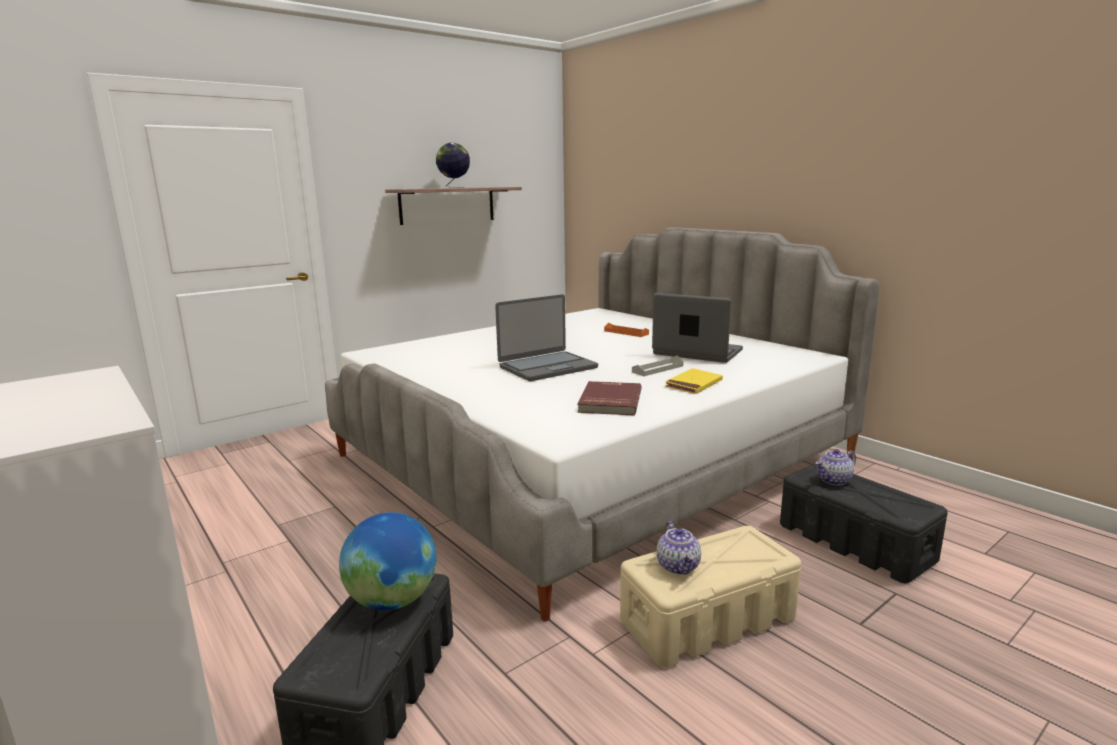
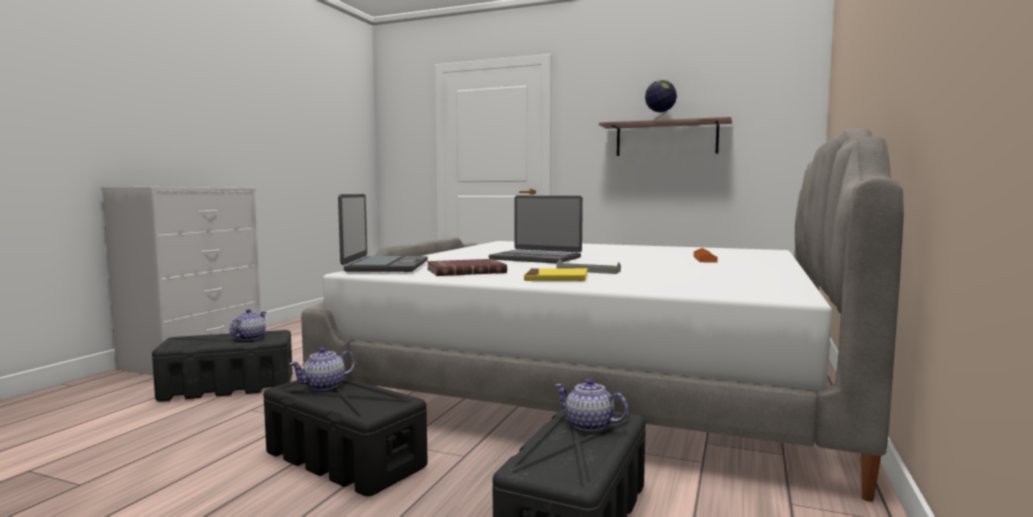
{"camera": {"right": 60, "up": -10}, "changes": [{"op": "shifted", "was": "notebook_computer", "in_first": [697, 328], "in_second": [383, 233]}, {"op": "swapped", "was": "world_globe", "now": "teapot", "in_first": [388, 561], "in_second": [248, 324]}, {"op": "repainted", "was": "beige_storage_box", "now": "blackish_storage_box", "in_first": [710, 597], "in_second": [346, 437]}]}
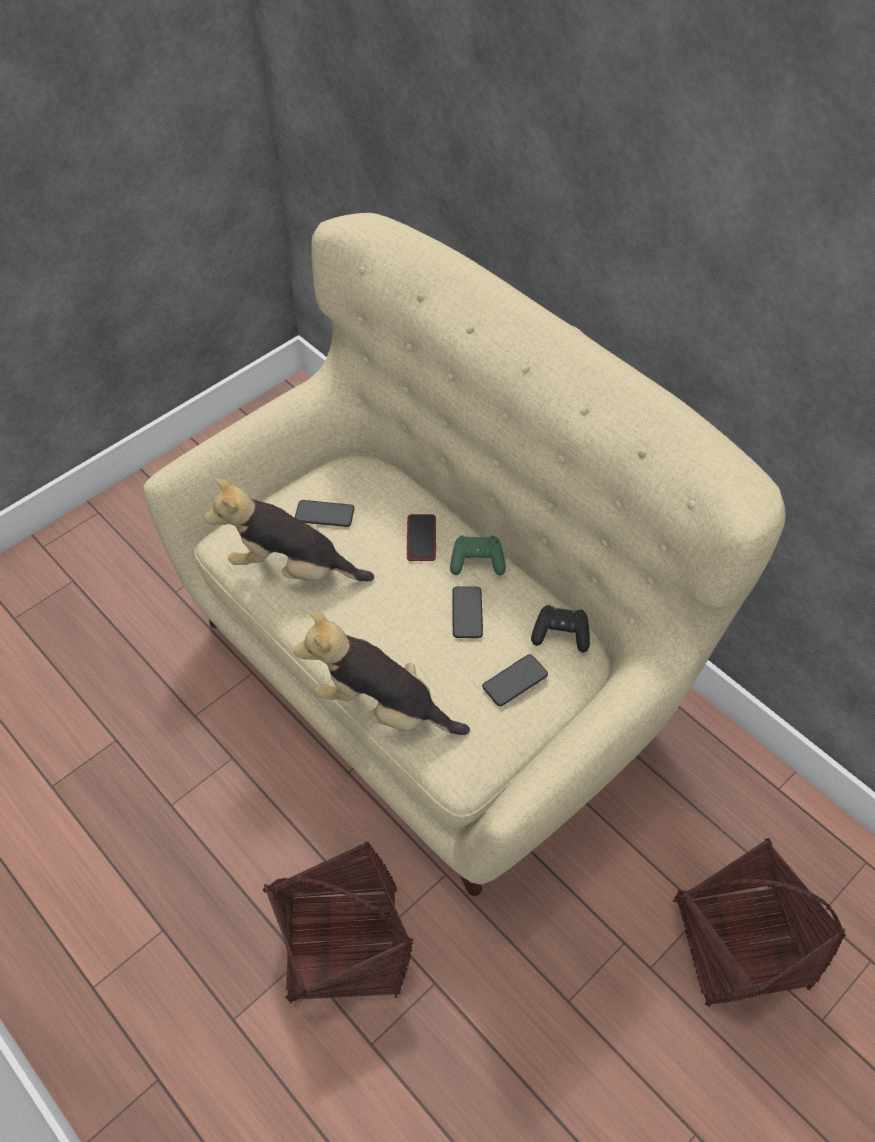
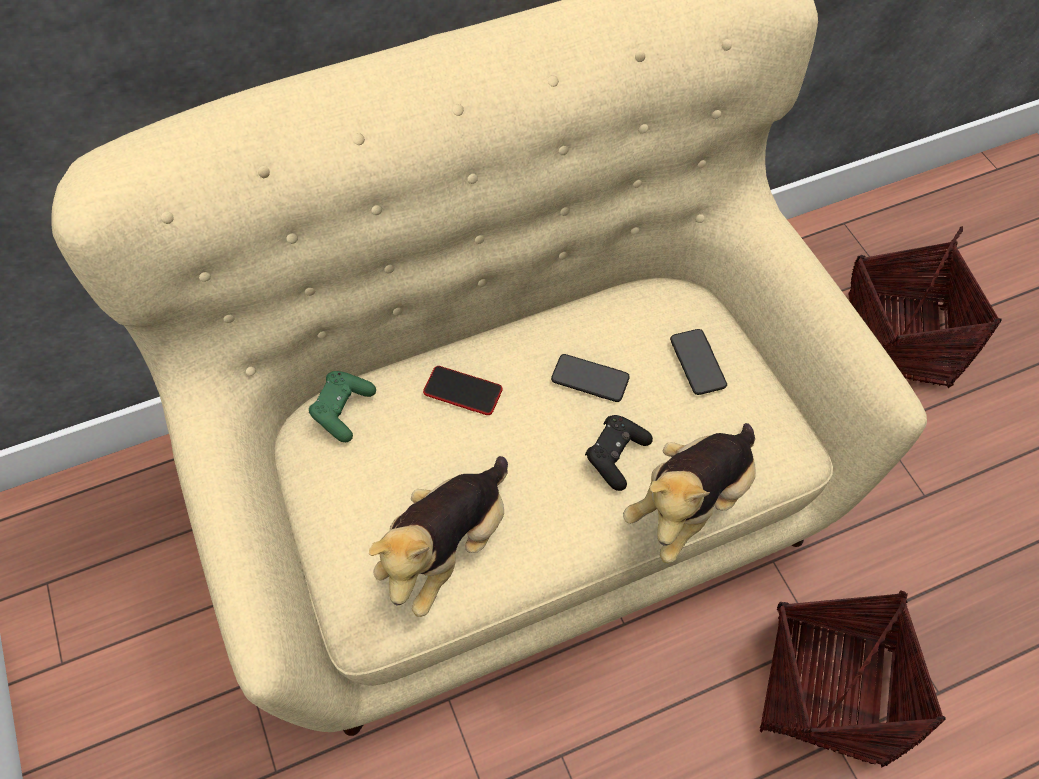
{"camera": {"right": -70, "up": 5}, "changes": [{"op": "gone", "was": "telephone", "in_first": [325, 513]}, {"op": "shifted", "was": "green-coloured_joypad", "in_first": [478, 555], "in_second": [342, 406]}, {"op": "shifted", "was": "blackish_joypad", "in_first": [560, 629], "in_second": [619, 453]}]}
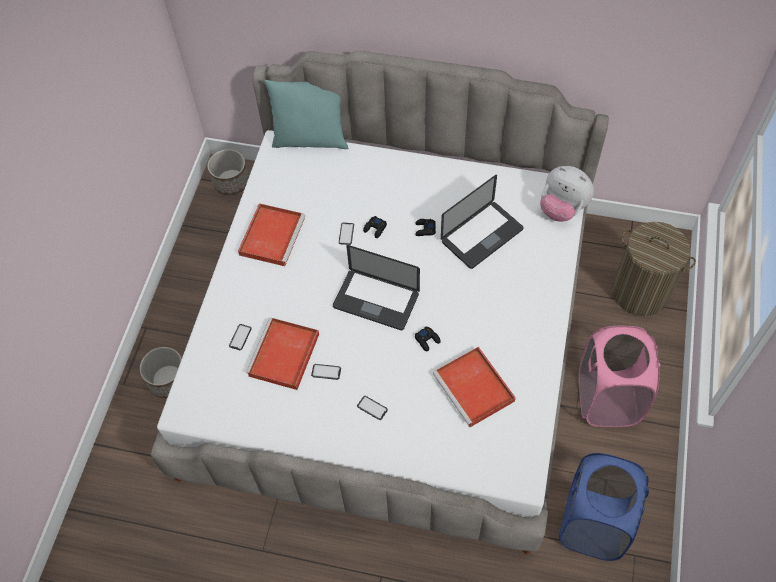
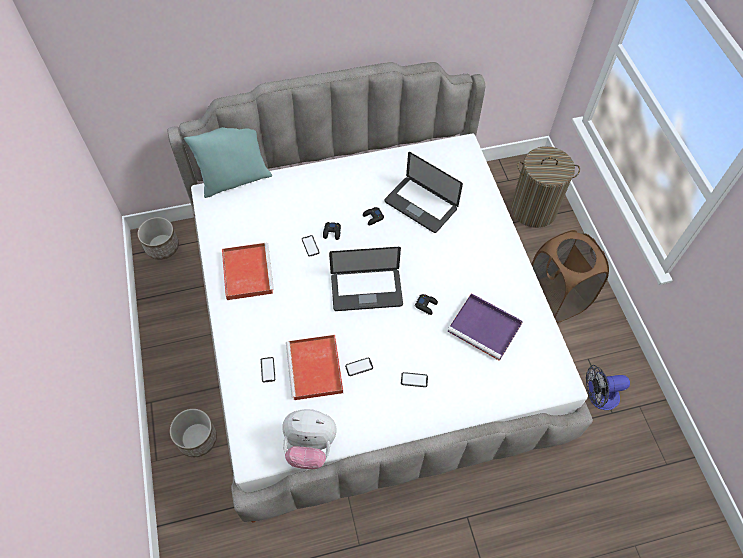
{"camera": {"right": -30, "up": 0}, "changes": [{"op": "shifted", "was": "soft_toy", "in_first": [567, 194], "in_second": [309, 439]}, {"op": "rotated", "was": "notebook_computer", "in_first": [482, 222], "in_second": [423, 192], "clockwise": 105}, {"op": "repainted", "was": "pinkish_washing_basket", "now": "brownish_washing_basket", "in_first": [619, 376], "in_second": [570, 276]}, {"op": "repainted", "was": "reddish_tray", "now": "purple-coloured_tray", "in_first": [474, 387], "in_second": [485, 327]}, {"op": "swapped", "was": "bluish_washing_basket", "now": "cooling_fan", "in_first": [604, 507], "in_second": [608, 387]}]}
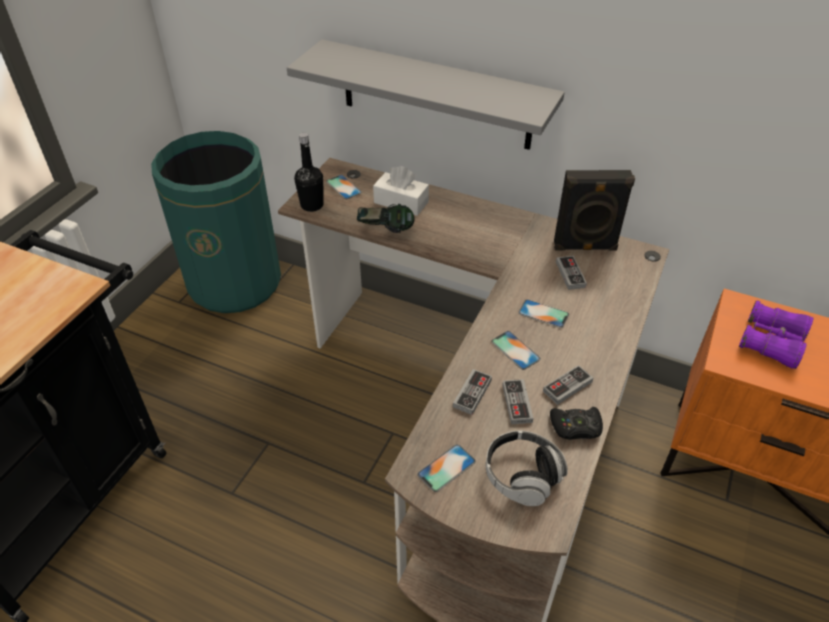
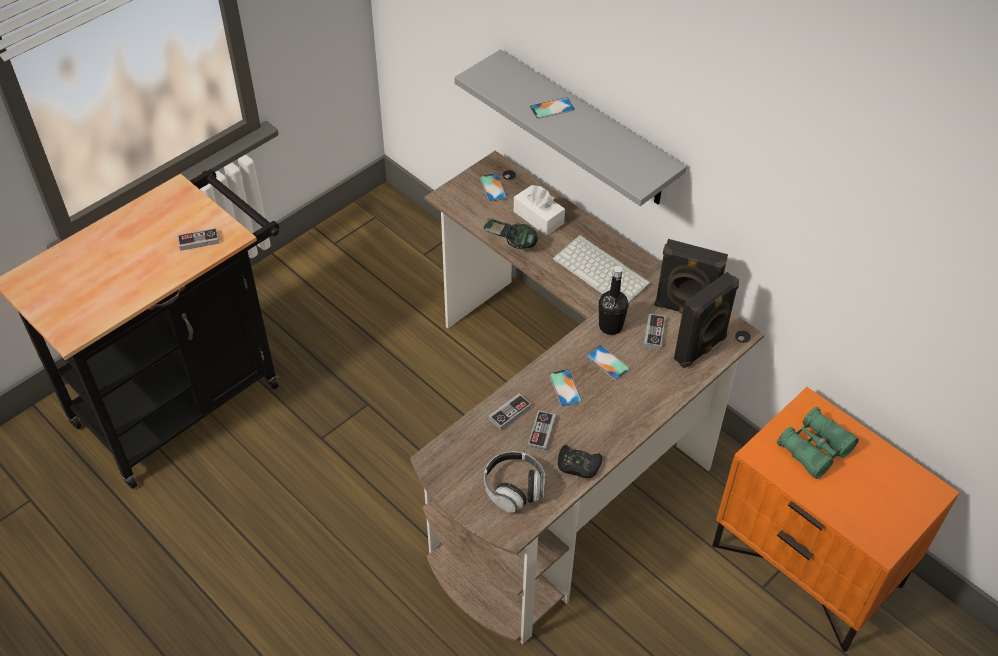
{"camera": {"right": 20, "up": 5}, "changes": [{"op": "gone", "was": "green-coloured_rubbish_bin", "in_first": [216, 222]}, {"op": "shifted", "was": "blackish_beverage_bottle", "in_first": [308, 172], "in_second": [614, 300]}, {"op": "repainted", "was": "purple-coloured_binoculars", "now": "green-coloured_binoculars", "in_first": [776, 334], "in_second": [818, 443]}, {"op": "shifted", "was": "joypad", "in_first": [568, 385], "in_second": [198, 239]}, {"op": "shifted", "was": "telephone", "in_first": [446, 468], "in_second": [552, 108]}, {"op": "new", "now": "PC_keyboard", "in_second": [602, 269]}, {"op": "new", "now": "blackish_loudspeaker", "in_second": [706, 320]}]}
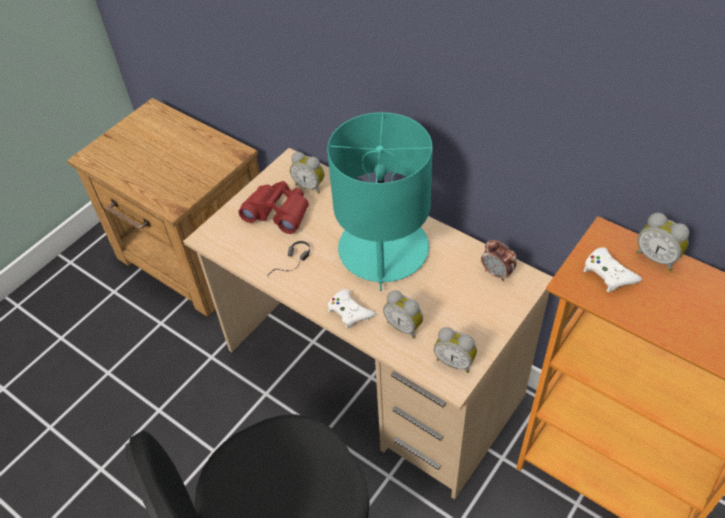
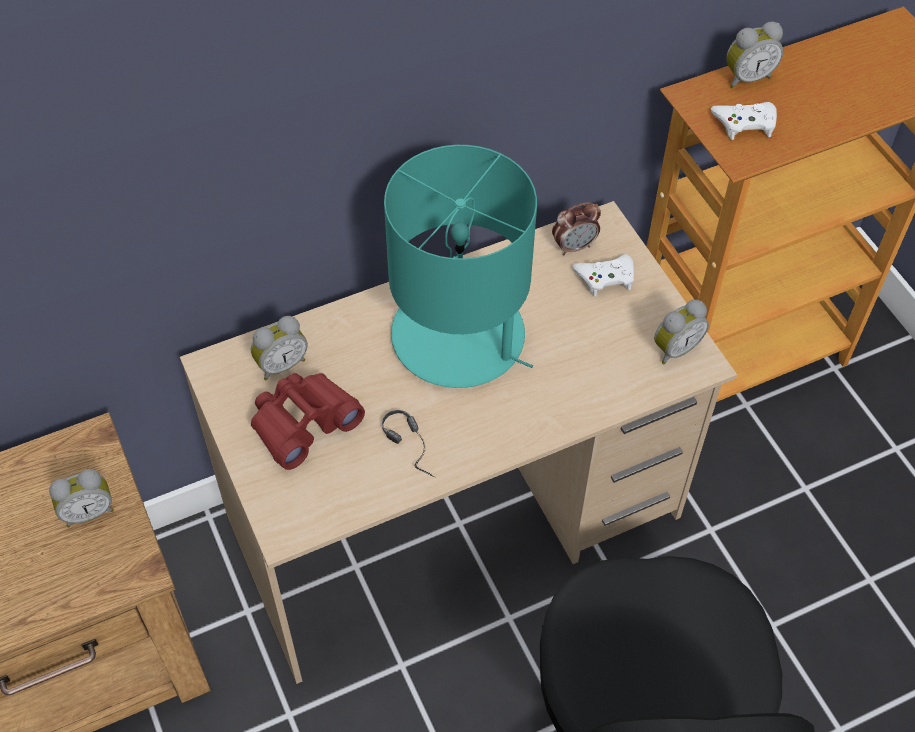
{"camera": {"right": -65, "up": 5}, "changes": [{"op": "shifted", "was": "white_joypad", "in_first": [352, 308], "in_second": [603, 275]}, {"op": "shifted", "was": "bedside_clock", "in_first": [403, 314], "in_second": [81, 498]}]}
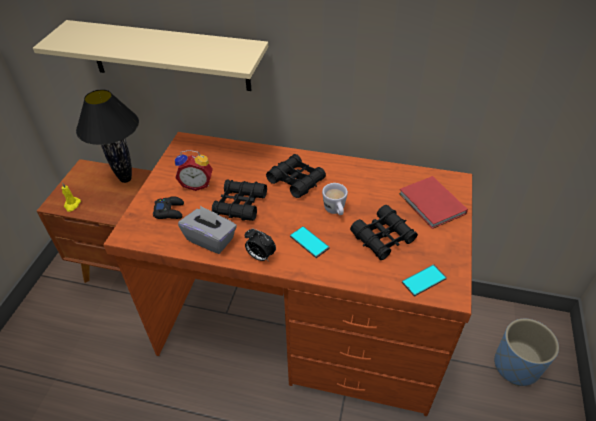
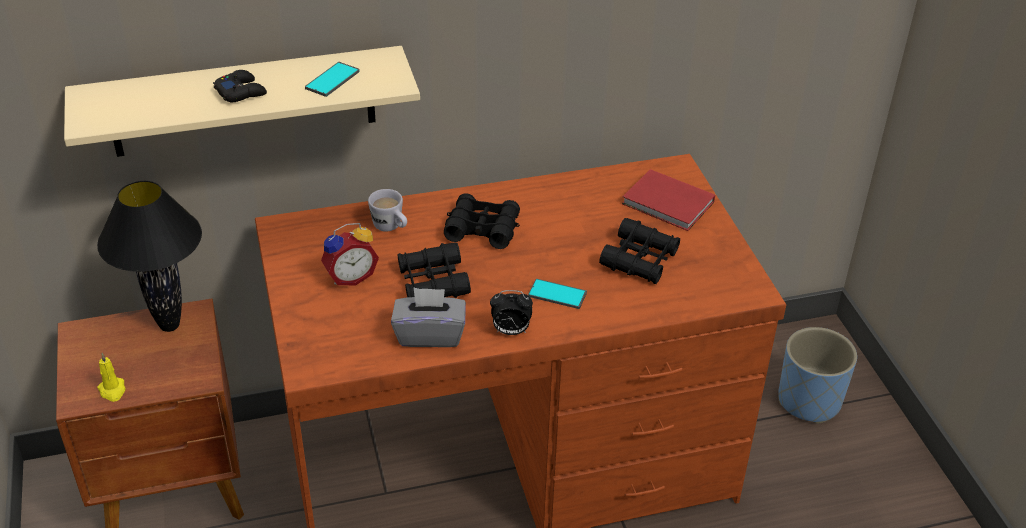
{"camera": {"right": -30, "up": -5}, "changes": [{"op": "shifted", "was": "white_mug", "in_first": [335, 199], "in_second": [387, 210]}, {"op": "shifted", "was": "blackish_joypad", "in_first": [168, 207], "in_second": [240, 86]}, {"op": "shifted", "was": "telephone", "in_first": [424, 280], "in_second": [332, 79]}]}
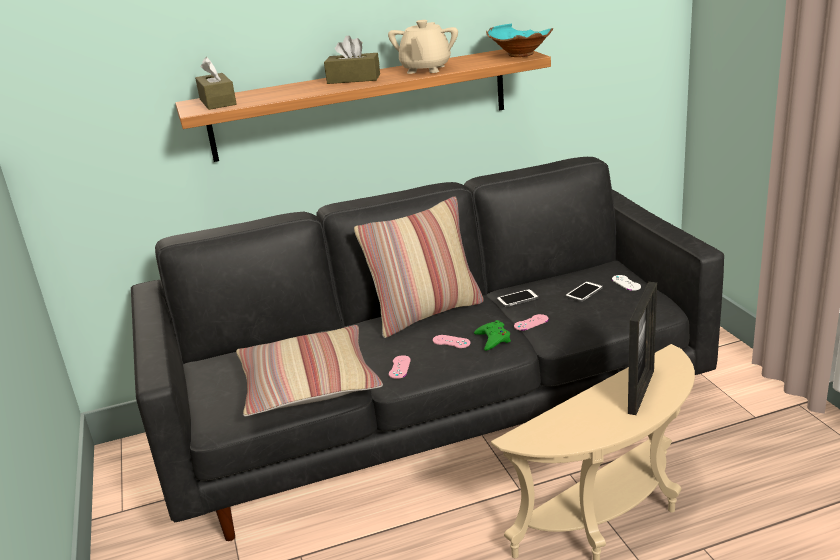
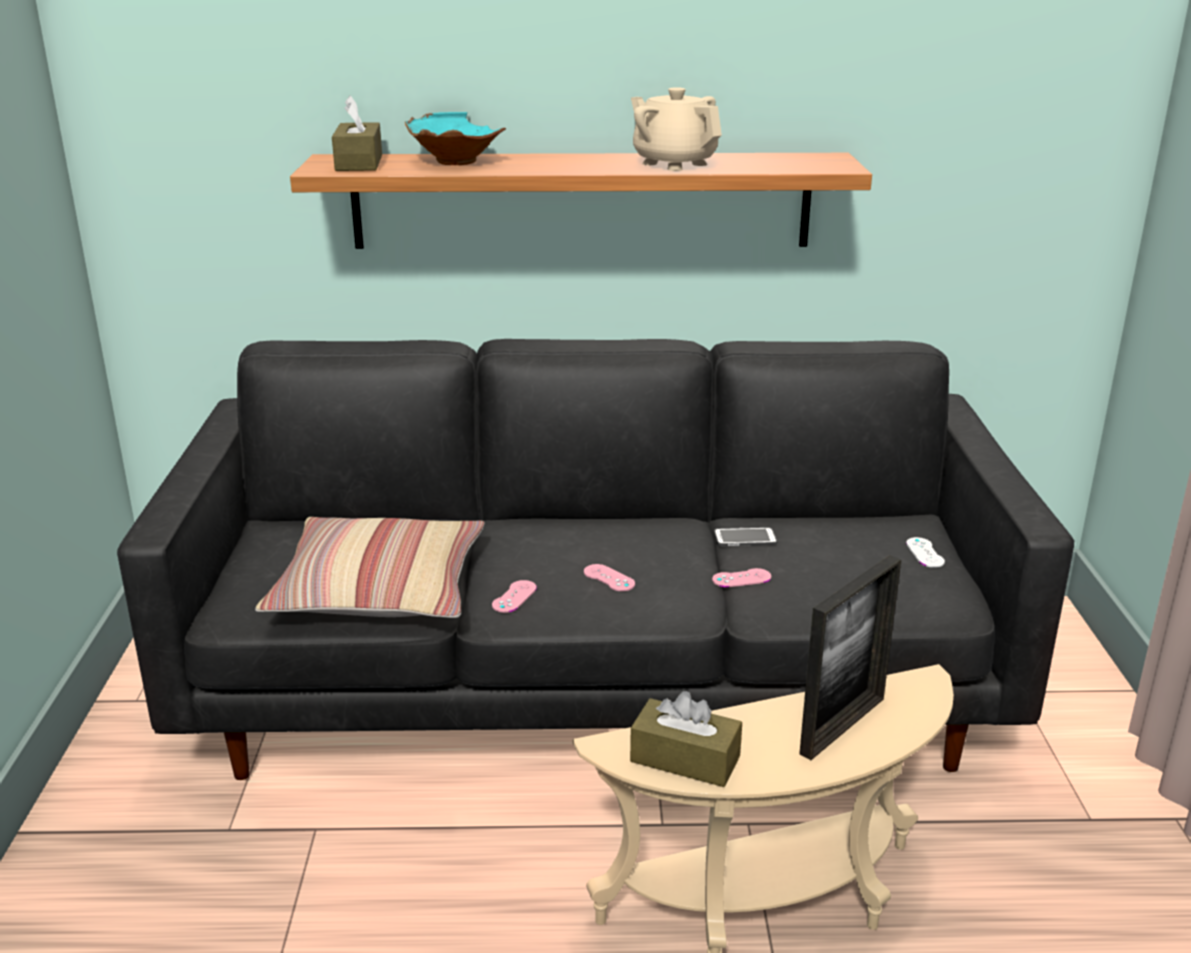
{"camera": {"right": 15, "up": 0}, "changes": [{"op": "rotated", "was": "beige_teapot", "in_first": [423, 47], "in_second": [676, 129], "clockwise": 105}, {"op": "shifted", "was": "turquoise-coloured_bowl", "in_first": [519, 40], "in_second": [455, 138]}, {"op": "shifted", "was": "brownish_box_of_tissues", "in_first": [352, 60], "in_second": [686, 739]}, {"op": "gone", "was": "pillow", "in_first": [418, 267]}, {"op": "gone", "was": "telephone", "in_first": [584, 291]}, {"op": "gone", "was": "green-coloured_joypad", "in_first": [492, 335]}]}
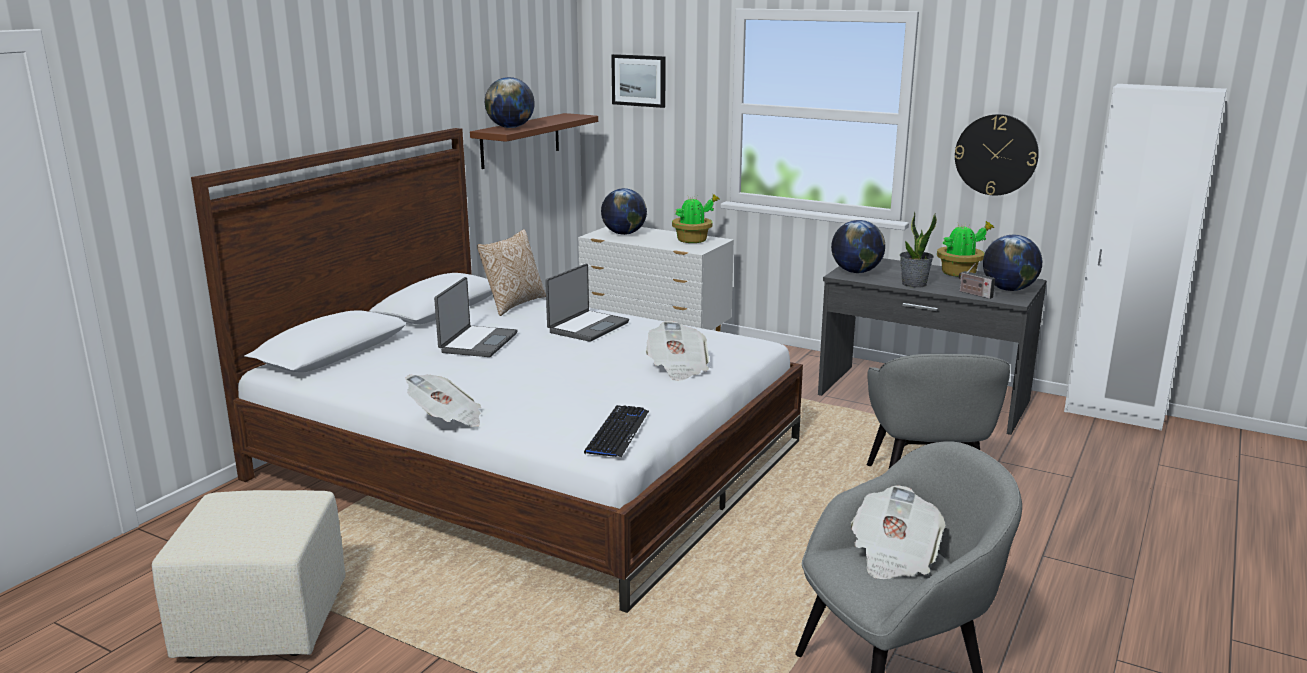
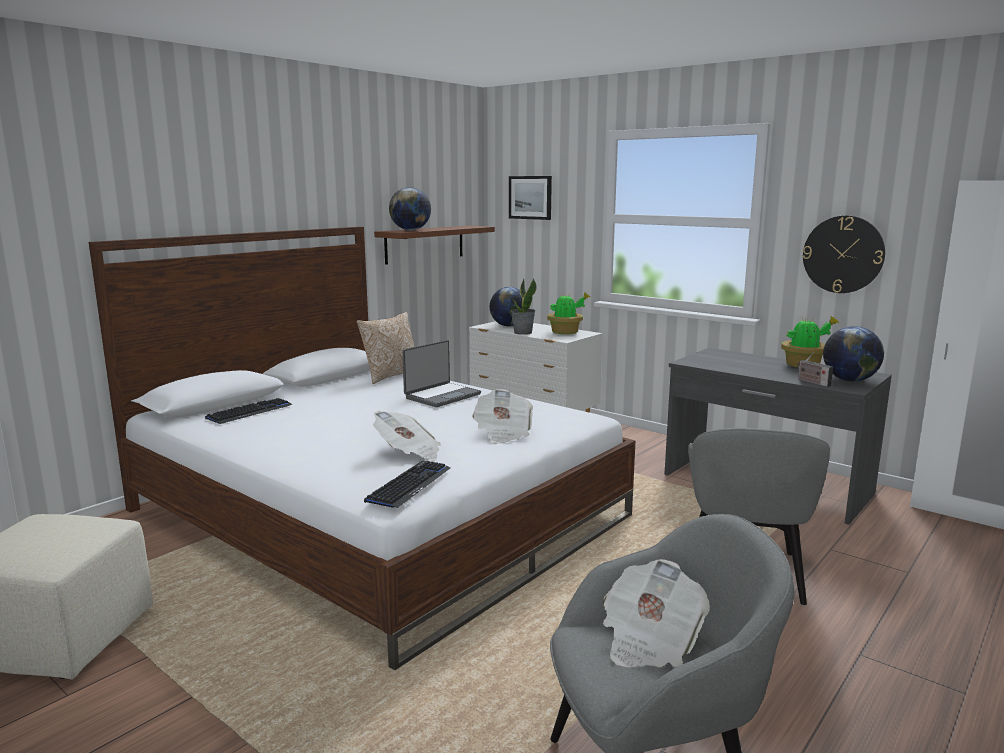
{"camera": {"right": 10, "up": -5}, "changes": [{"op": "shifted", "was": "plant_in_a_pot", "in_first": [918, 249], "in_second": [523, 306]}, {"op": "gone", "was": "world_globe", "in_first": [858, 246]}, {"op": "gone", "was": "notebook_computer", "in_first": [475, 317]}, {"op": "shifted", "was": "daily_paper", "in_first": [443, 400], "in_second": [407, 436]}, {"op": "new", "now": "PC_keyboard", "in_second": [248, 411]}]}
